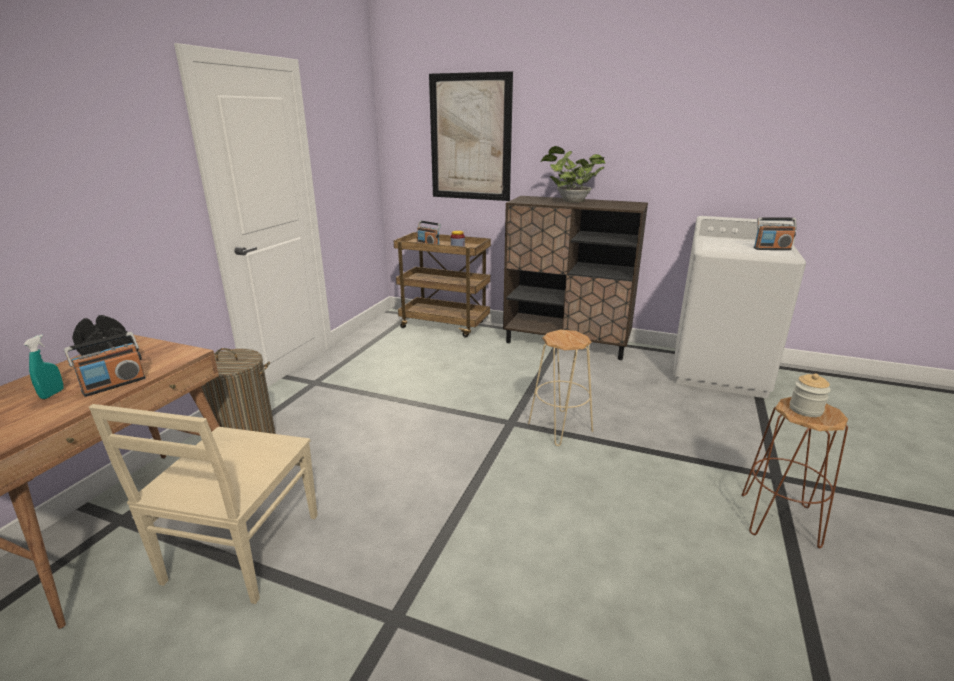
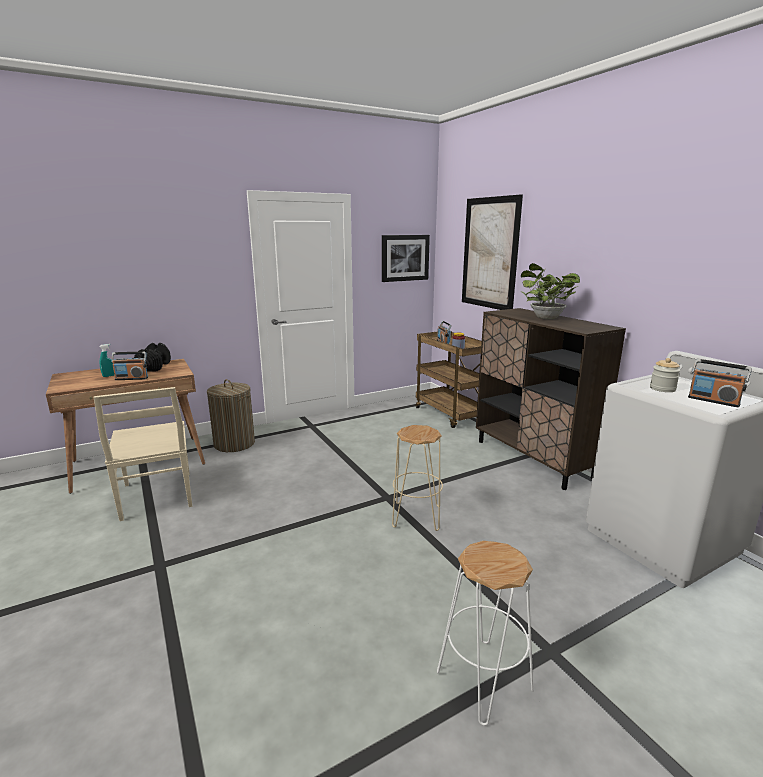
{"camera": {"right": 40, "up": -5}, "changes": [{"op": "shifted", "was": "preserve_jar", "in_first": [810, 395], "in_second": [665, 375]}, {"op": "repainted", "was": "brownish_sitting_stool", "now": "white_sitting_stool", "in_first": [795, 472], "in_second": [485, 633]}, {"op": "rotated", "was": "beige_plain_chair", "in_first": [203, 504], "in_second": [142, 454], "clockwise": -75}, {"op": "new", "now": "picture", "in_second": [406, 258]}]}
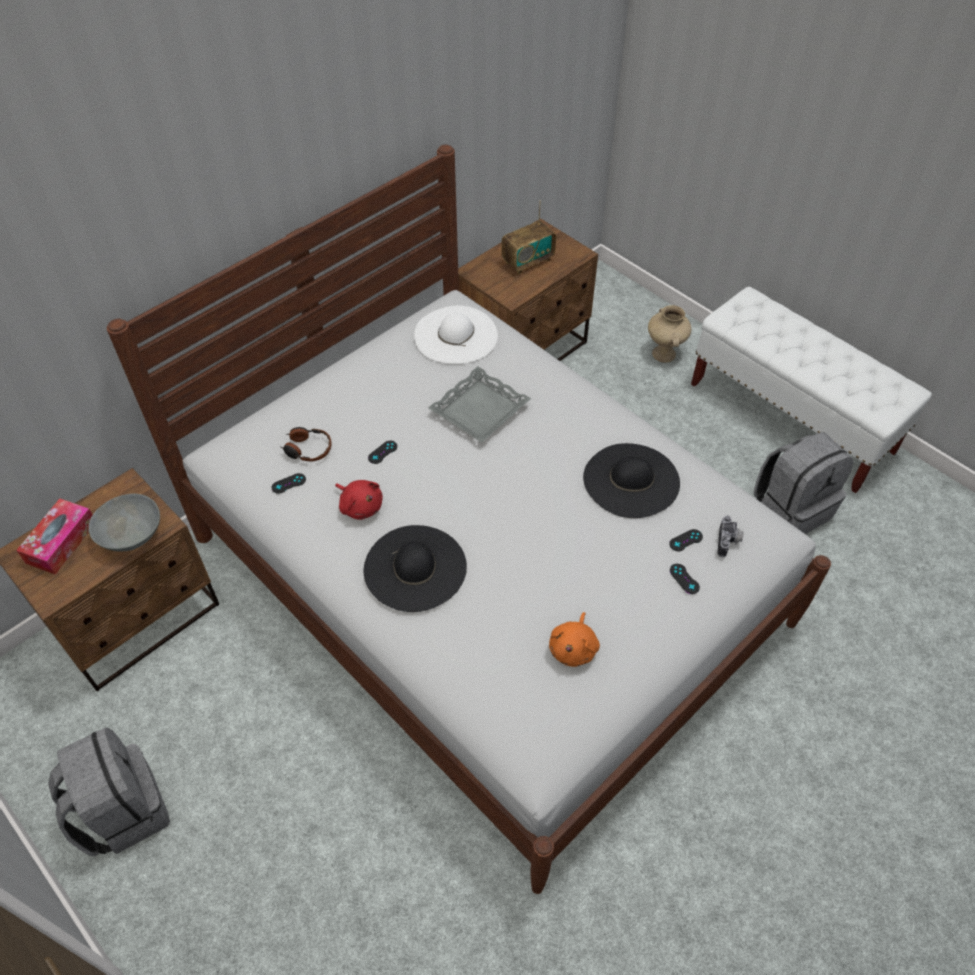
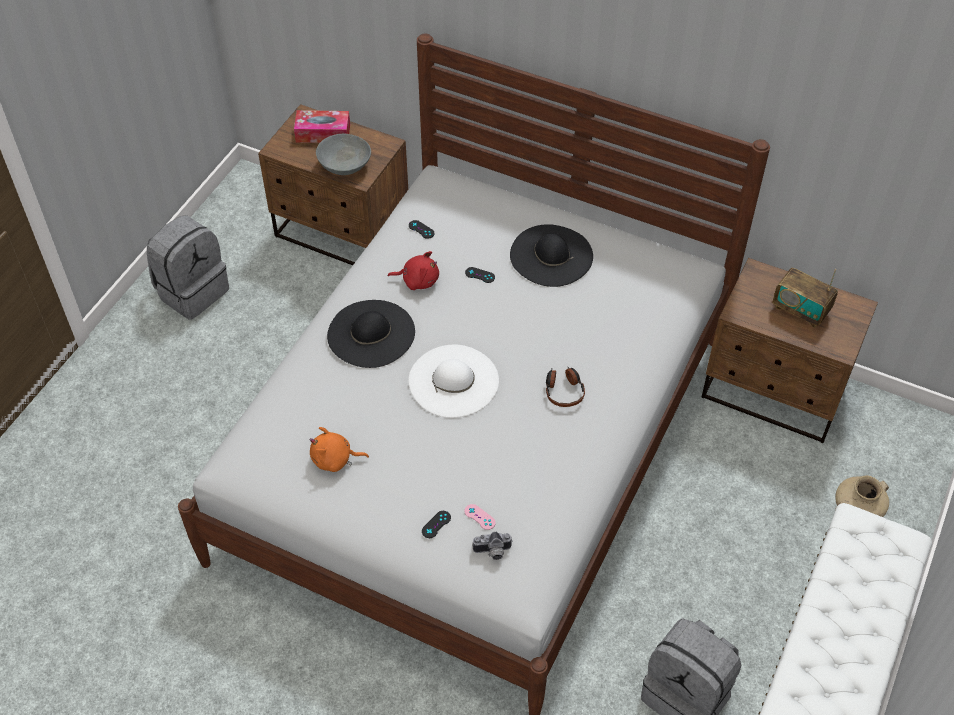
{"camera": {"right": 70, "up": 0}, "changes": [{"op": "shifted", "was": "white_hat", "in_first": [456, 335], "in_second": [453, 381]}, {"op": "gone", "was": "grey_tray", "in_first": [479, 404]}, {"op": "shifted", "was": "headphones", "in_first": [306, 444], "in_second": [565, 386]}, {"op": "shifted", "was": "blackish_hat", "in_first": [631, 480], "in_second": [551, 255]}, {"op": "rotated", "was": "reddish_soft_toy", "in_first": [359, 500], "in_second": [413, 270], "clockwise": -105}, {"op": "repainted", "was": "blackish_joypad", "now": "pinkish_joypad", "in_first": [686, 540], "in_second": [480, 517]}]}
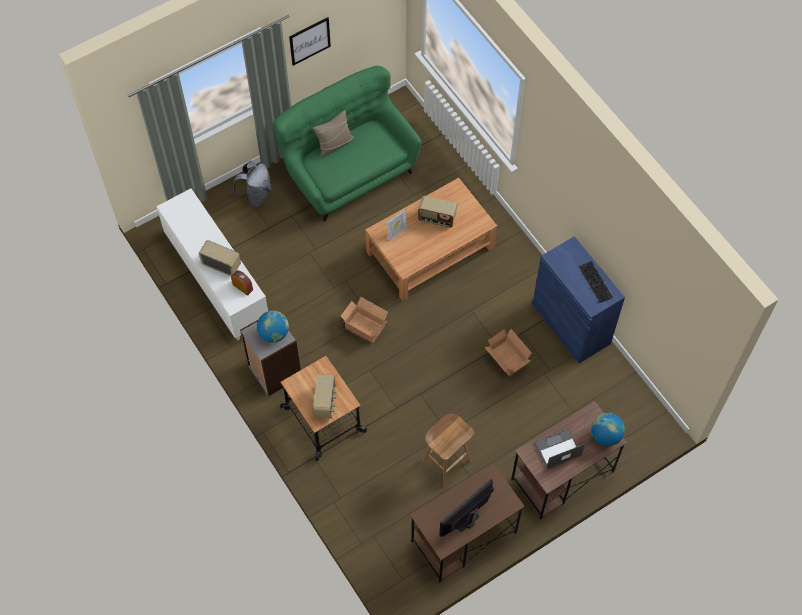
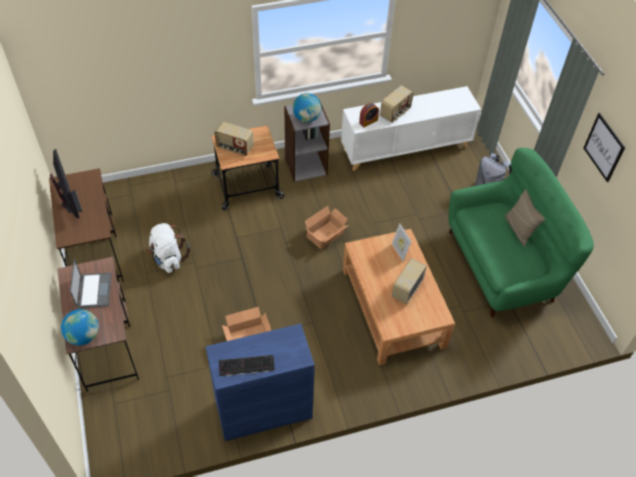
{"camera": {"right": 105, "up": -10}, "changes": [{"op": "swapped", "was": "brownish_sitting_stool", "now": "white_knapsack", "in_first": [448, 450], "in_second": [168, 248]}]}
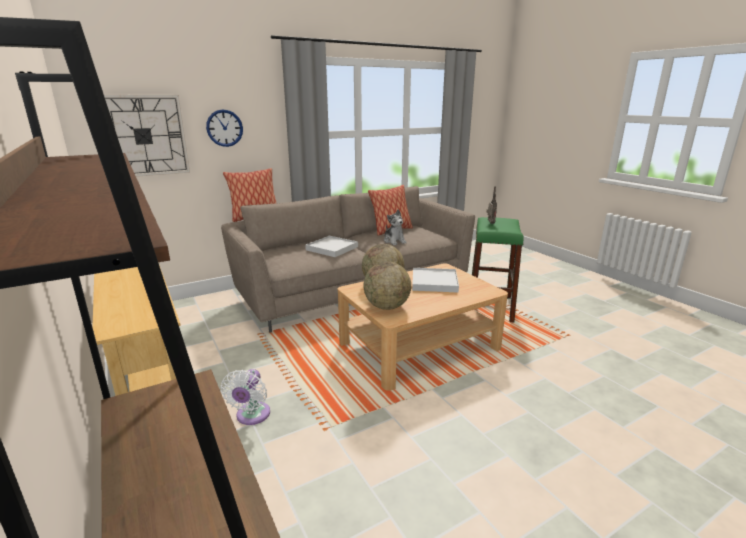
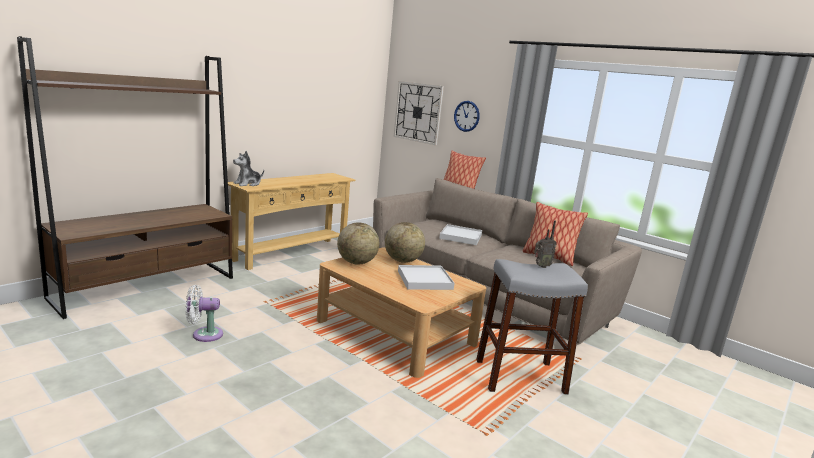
{"camera": {"right": 70, "up": -5}, "changes": [{"op": "shifted", "was": "soft_toy", "in_first": [395, 227], "in_second": [248, 168]}, {"op": "repainted", "was": "green-coloured_sitting_stool", "now": "grey_sitting_stool", "in_first": [498, 270], "in_second": [532, 326]}, {"op": "shifted", "was": "white_cooling_fan", "in_first": [245, 397], "in_second": [204, 313]}]}
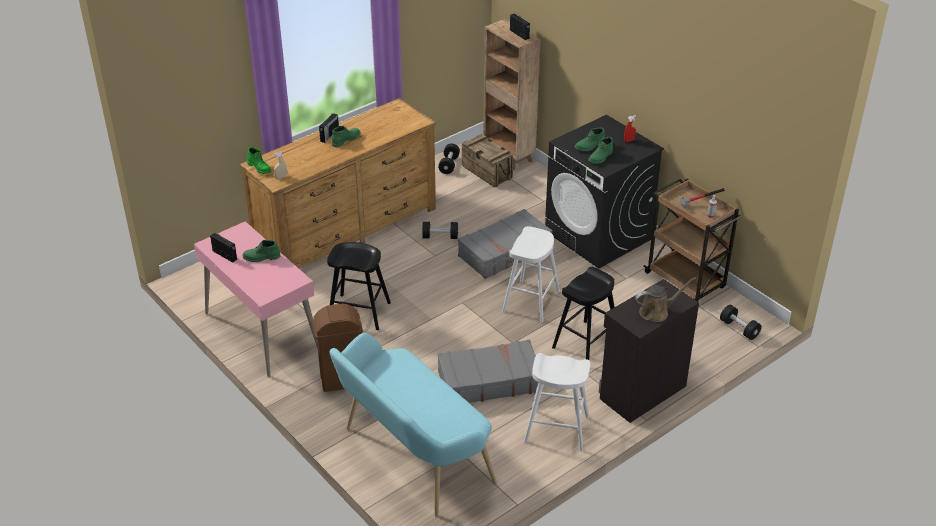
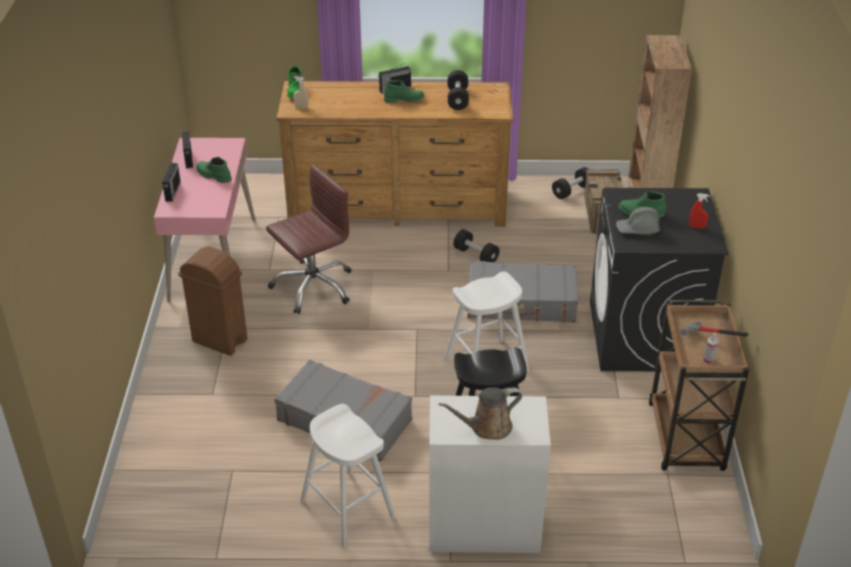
{"camera": {"right": 40, "up": 0}, "changes": [{"op": "shifted", "was": "radio", "in_first": [520, 25], "in_second": [171, 182]}, {"op": "swapped", "was": "green-coloured_tall_boot", "now": "grey_work_helmet", "in_first": [600, 150], "in_second": [638, 221]}, {"op": "swapped", "was": "blackish_sitting_stool", "now": "brownish_office_chair", "in_first": [359, 286], "in_second": [309, 239]}, {"op": "rotated", "was": "brownish_sprinkling_can", "in_first": [665, 299], "in_second": [480, 413], "clockwise": 135}, {"op": "repainted", "was": "blackish_storage_cabinet", "now": "white_storage_cabinet", "in_first": [649, 351], "in_second": [490, 474]}, {"op": "shifted", "was": "blackish_hand_weight", "in_first": [741, 322], "in_second": [458, 90]}, {"op": "gone", "was": "turquoise-coloured_bench", "in_first": [413, 425]}]}
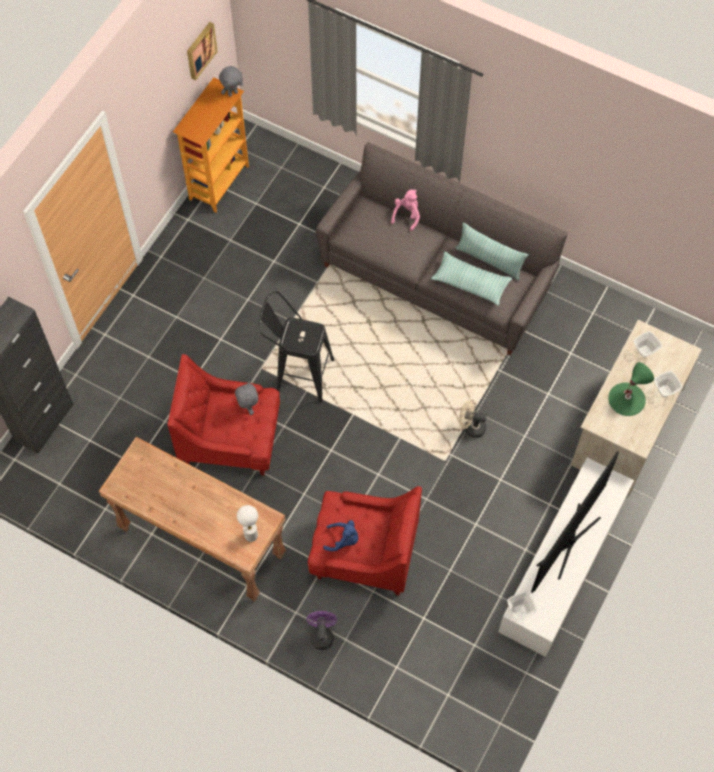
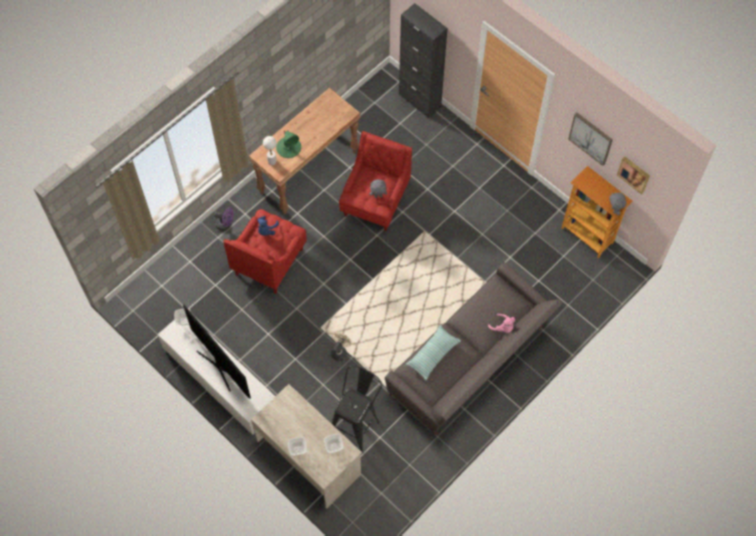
{"camera": {"right": 105, "up": 0}, "changes": [{"op": "gone", "was": "pillow", "in_first": [491, 251]}, {"op": "shifted", "was": "blackish_sitting_stool", "in_first": [296, 346], "in_second": [357, 408]}, {"op": "shifted", "was": "green-coloured_table_lamp", "in_first": [631, 389], "in_second": [288, 144]}, {"op": "new", "now": "picture", "in_second": [590, 139]}]}
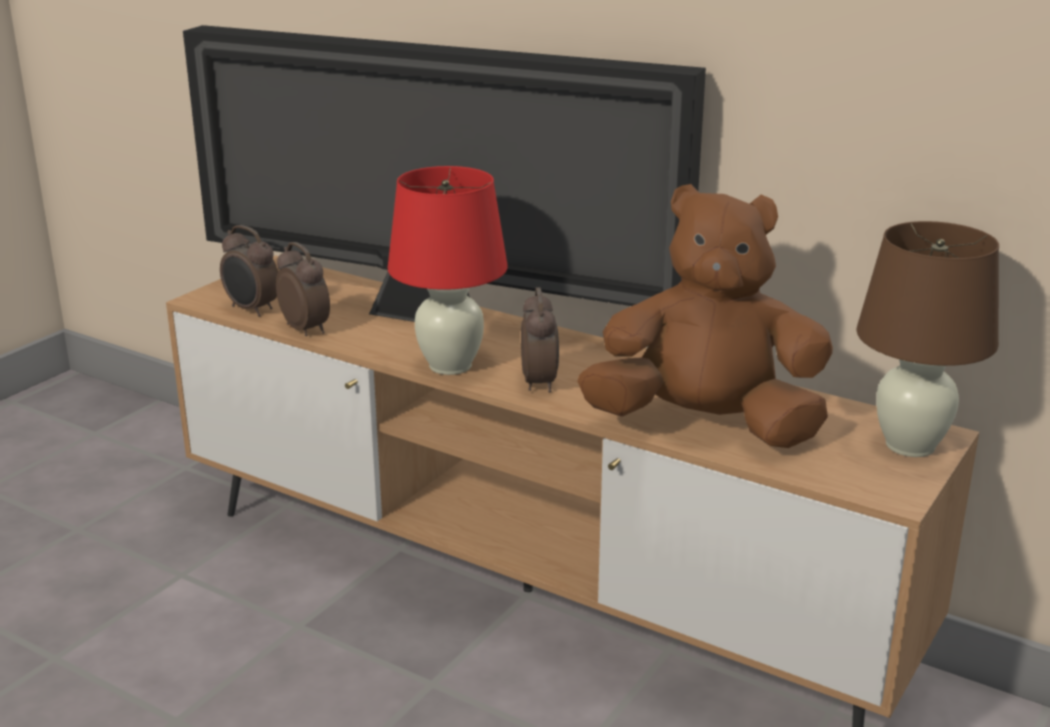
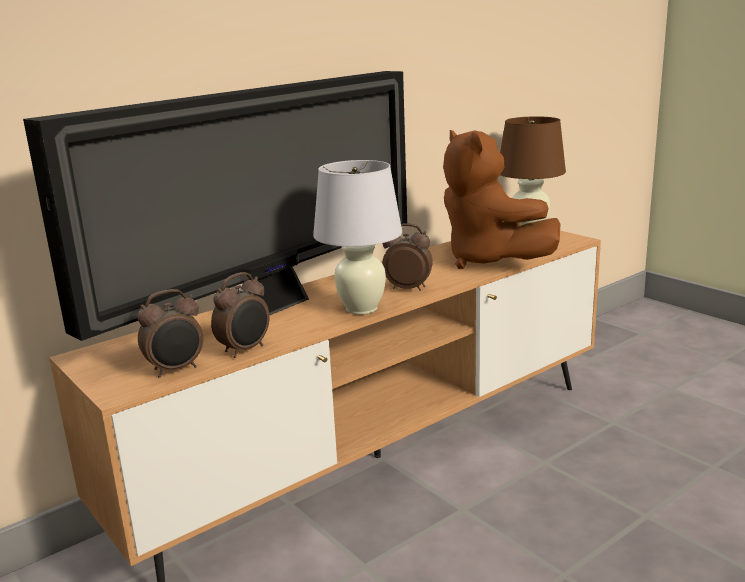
{"camera": {"right": -70, "up": -5}, "changes": [{"op": "repainted", "was": "reddish_table_lamp", "now": "white_table_lamp", "in_first": [448, 270], "in_second": [357, 237]}, {"op": "rotated", "was": "brownish_soft_toy", "in_first": [705, 316], "in_second": [501, 199], "clockwise": -60}, {"op": "rotated", "was": "bedside_clock", "in_first": [303, 289], "in_second": [240, 315], "clockwise": 150}]}
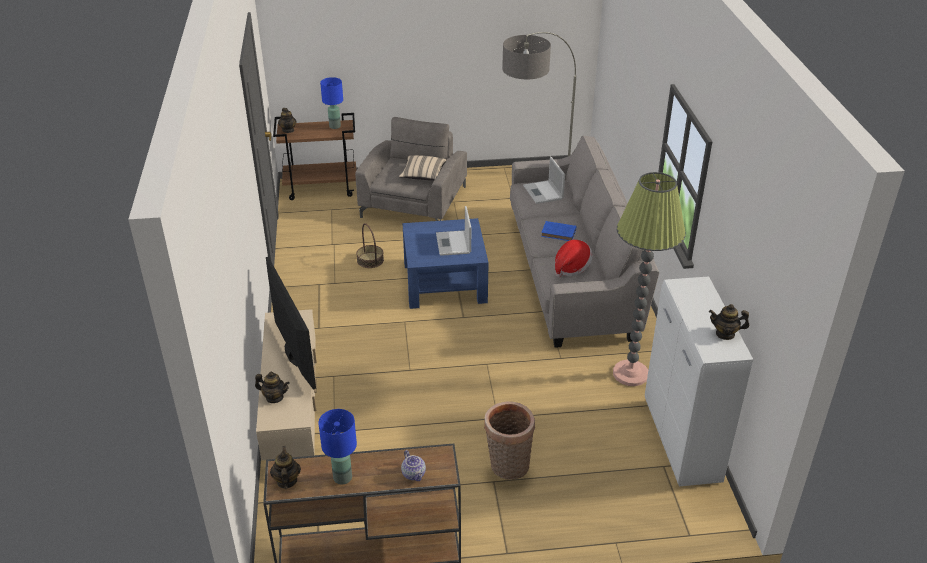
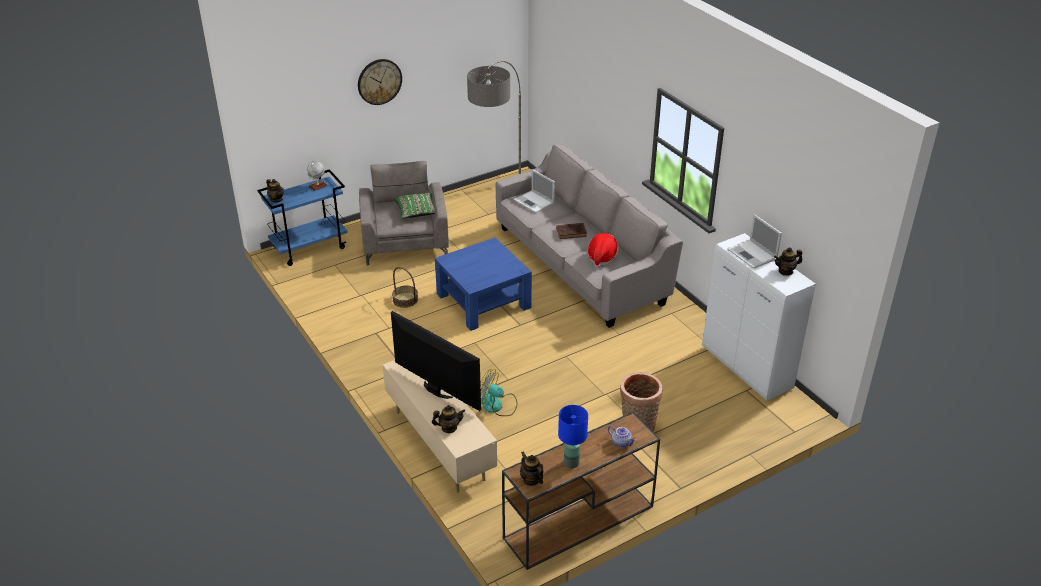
{"camera": {"right": -25, "up": 0}, "changes": [{"op": "swapped", "was": "bluish_table_lamp", "now": "world_globe", "in_first": [331, 103], "in_second": [317, 176]}, {"op": "repainted", "was": "brownish_wheeled_cart", "now": "bluish_wheeled_cart", "in_first": [314, 156], "in_second": [302, 217]}, {"op": "repainted", "was": "beige_pillow", "now": "green-coloured_pillow", "in_first": [422, 167], "in_second": [415, 206]}, {"op": "gone", "was": "floor_lamp", "in_first": [649, 279]}, {"op": "shifted", "was": "notebook_computer", "in_first": [453, 231], "in_second": [754, 242]}, {"op": "repainted", "was": "bluish_bound_book", "now": "brownish_bound_book", "in_first": [558, 231], "in_second": [571, 231]}, {"op": "new", "now": "wall_clock", "in_second": [380, 82]}, {"op": "new", "now": "cooling_fan", "in_second": [498, 392]}]}
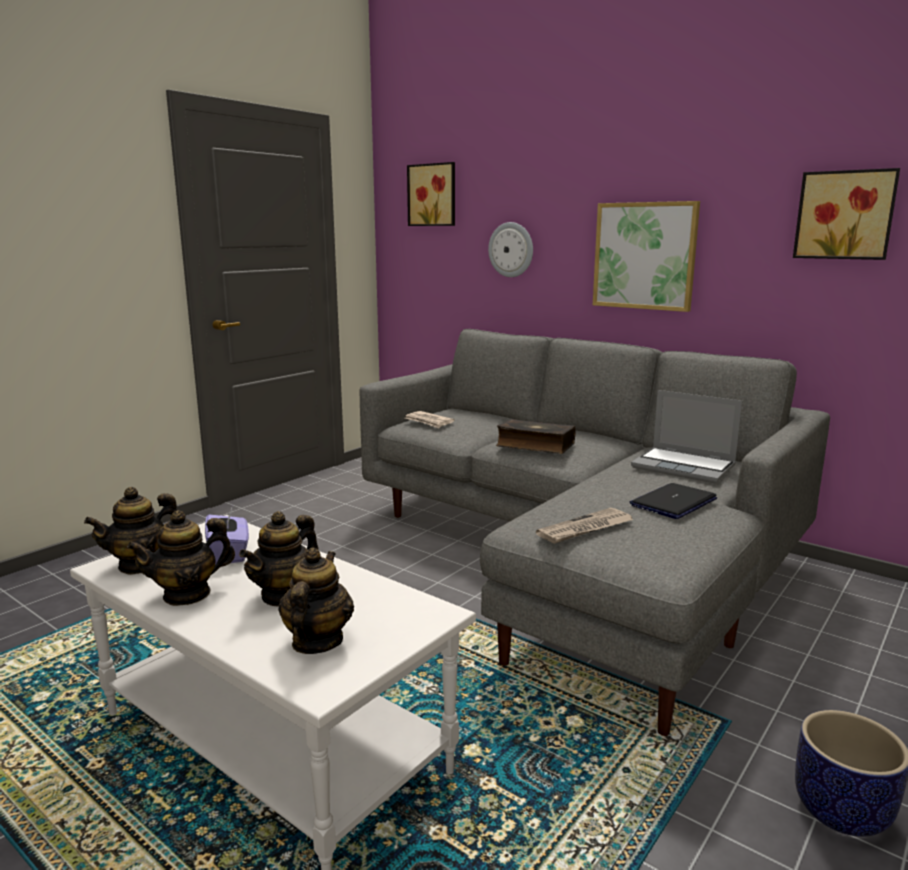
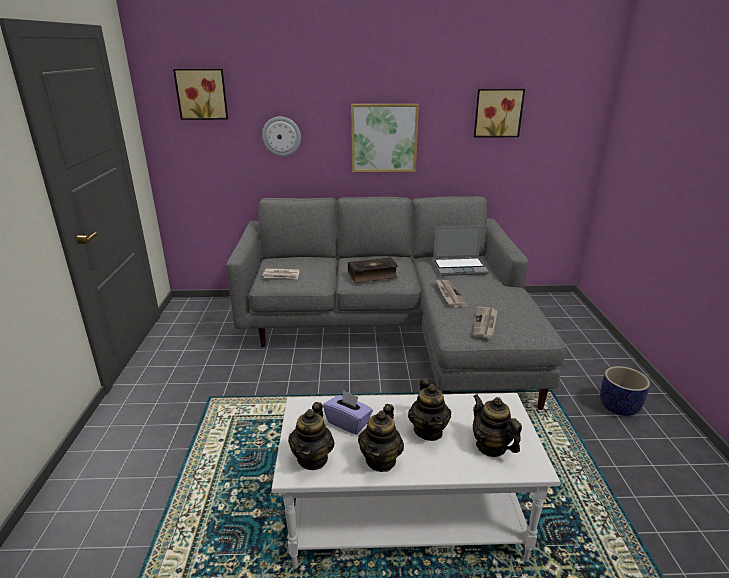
{"camera": {"right": -40, "up": 10}, "changes": [{"op": "gone", "was": "notebook_computer", "in_first": [673, 501]}, {"op": "new", "now": "daily_paper", "in_second": [451, 293]}]}
